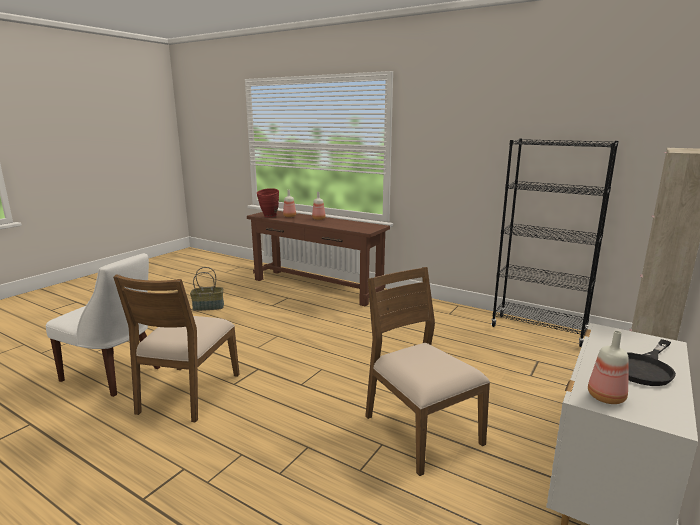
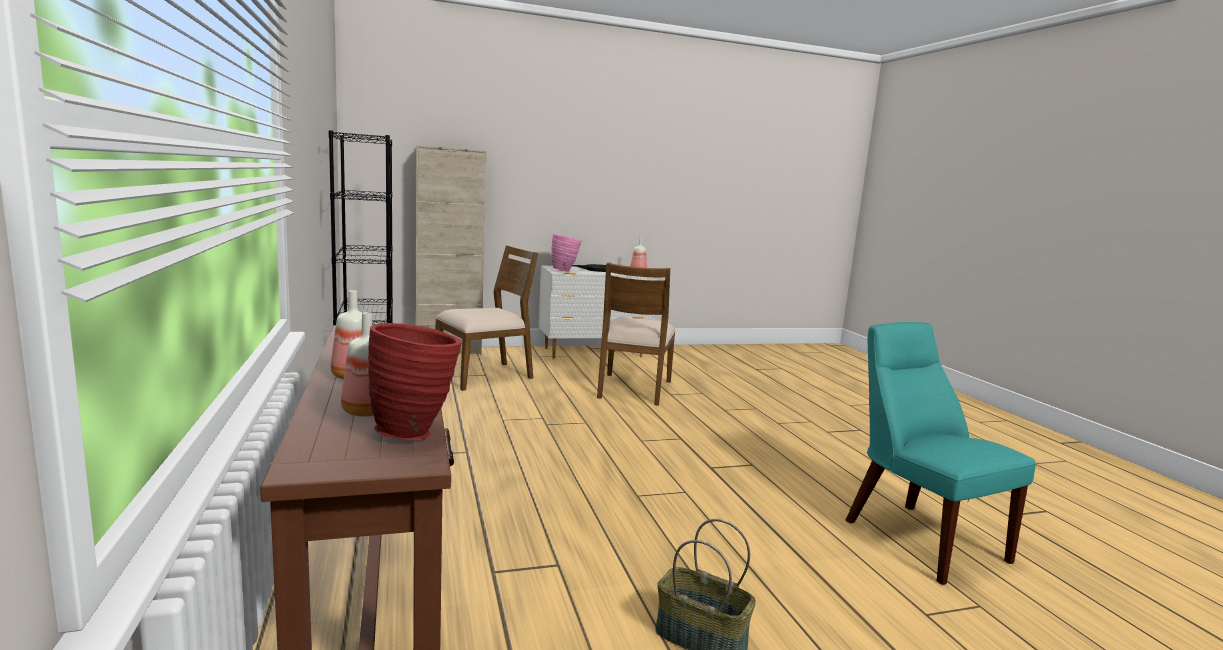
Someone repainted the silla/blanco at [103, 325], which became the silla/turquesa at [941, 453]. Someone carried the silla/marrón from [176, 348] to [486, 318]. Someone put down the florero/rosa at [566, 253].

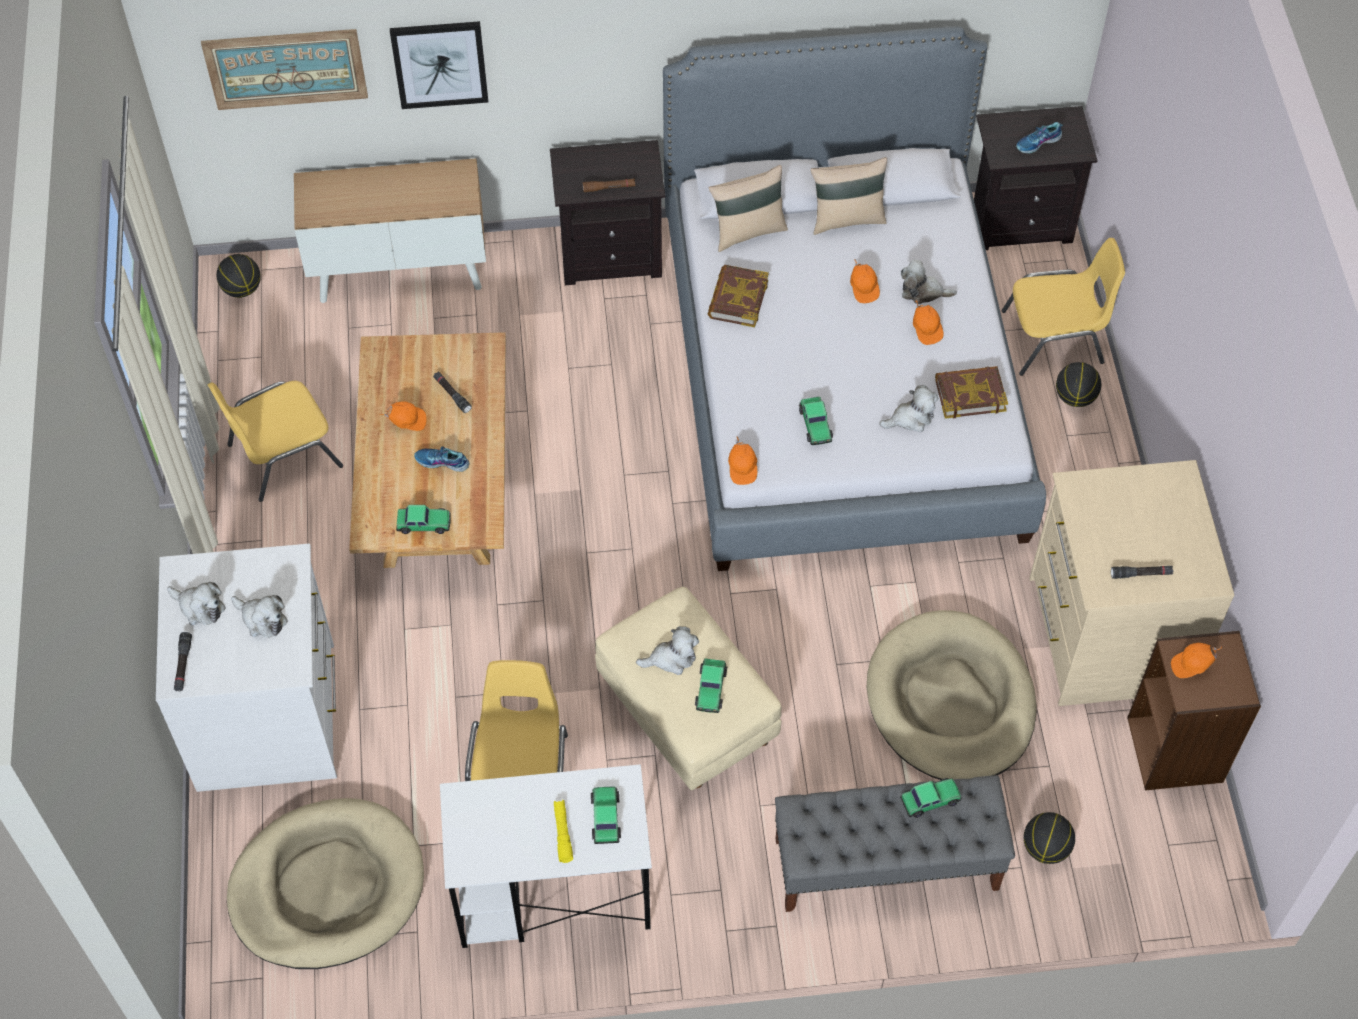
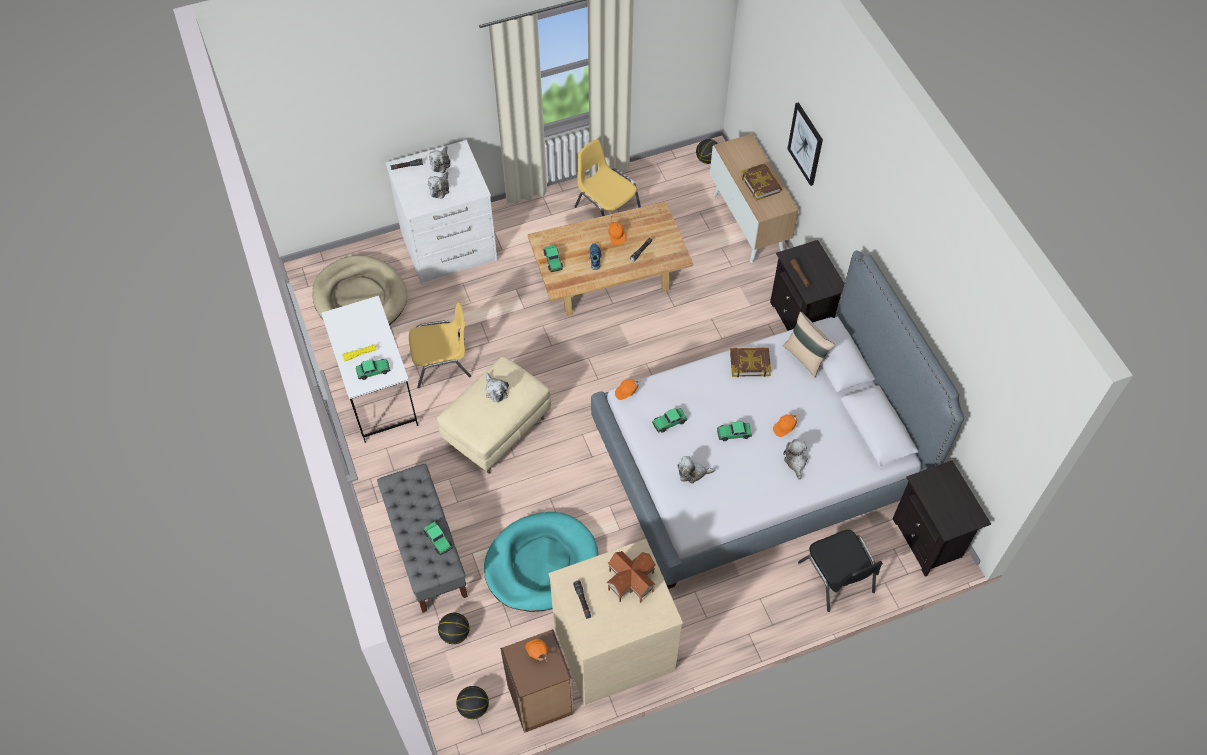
Someone took away the cuadro at [284, 69]. Someone carried the coche de juguete from [711, 686] to [734, 431]. Someone took away the cojín/beis at [848, 196]. Someone repainted the cama para perro/beis at [952, 695], which became the cama para perro/turquesa at [541, 562]. Someone rotated the peluche at [908, 408] by 120 degrees clockwise. Someone took away the gorra/naranja at [928, 323]. Someone carried the libro from [971, 392] to [761, 182]. Someone repainted the silla/amarillo at [1063, 307], which became the silla/negro at [840, 571]. Someone took away the zapato at [1039, 138]. Someone carried the balón de baloncesto from [1078, 384] to [472, 702]. Someone put down the casita at [631, 577].

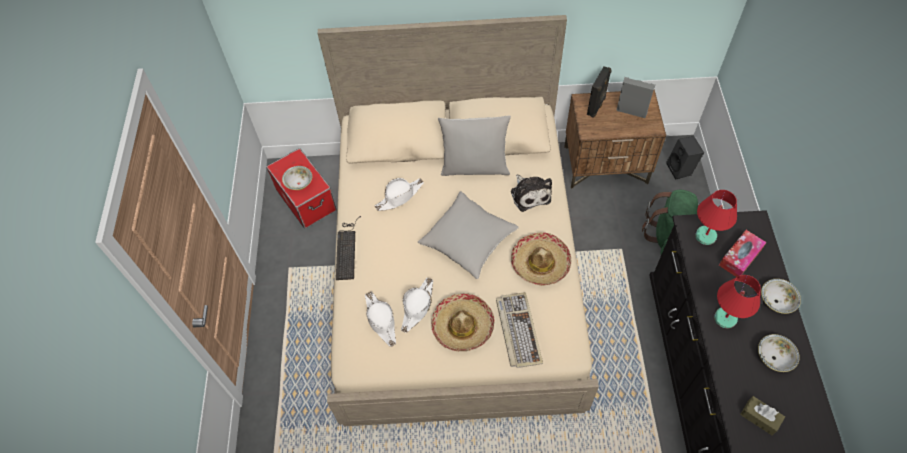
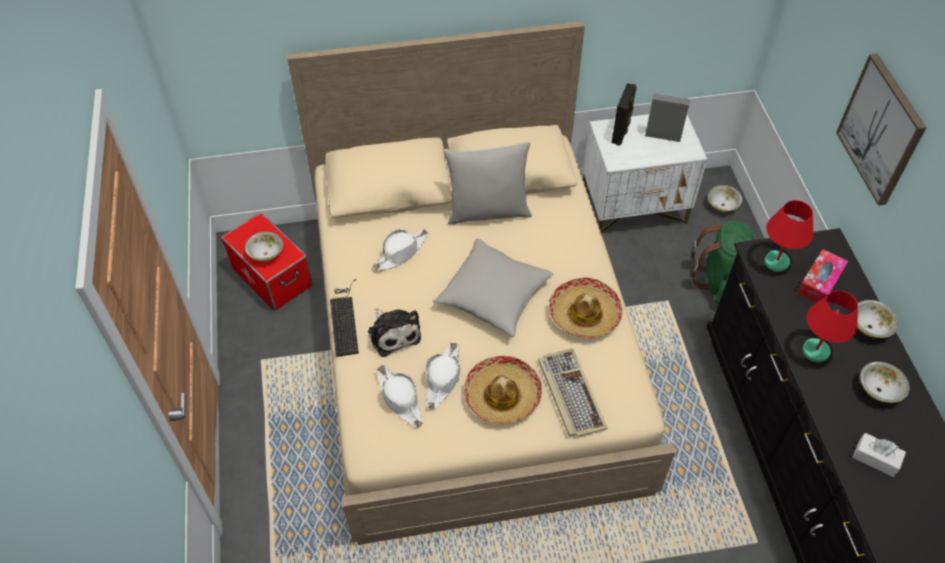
Someone carried the peluche from [531, 193] to [394, 333]. Someone repainted the mesita de noche/marrón at [615, 139], which became the mesita de noche/blanco at [645, 173]. Someone swapped the altavoz/negro at [685, 158] for the cuenco at [725, 198]. Someone repainted the caja de pañuelos/marrón at [762, 415], which became the caja de pañuelos/blanco at [879, 455]. Someone put up the cuadro at [881, 129].

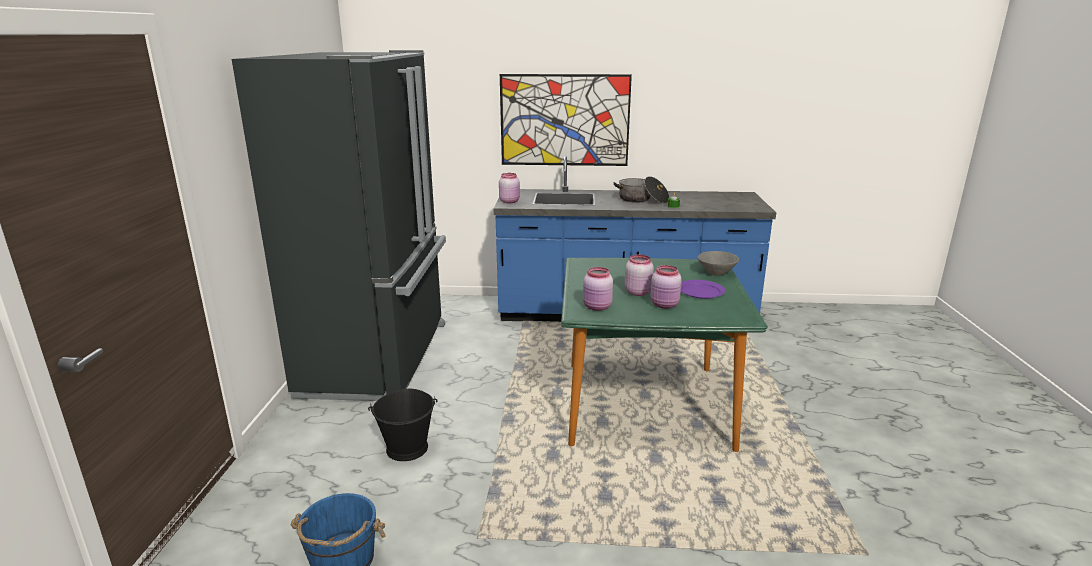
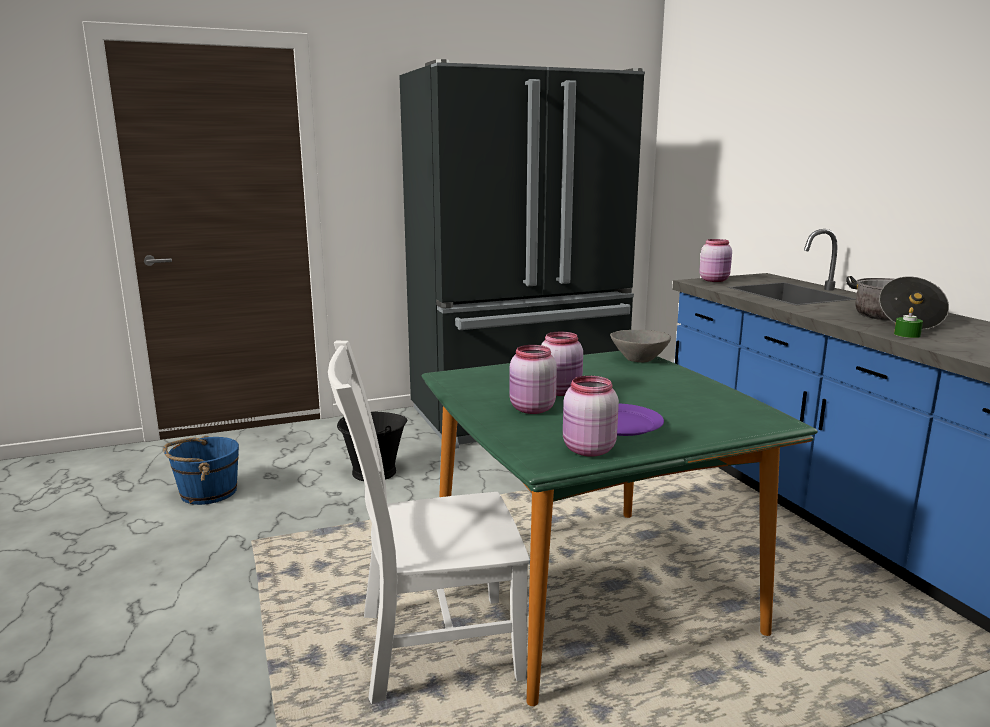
Someone took away the cuadro at [566, 120]. Someone carried the tarro/rosa from [598, 289] to [591, 416]. Someone carried the cuenco/gris from [718, 263] to [640, 346]. Someone put down the silla/blanco at [429, 522].

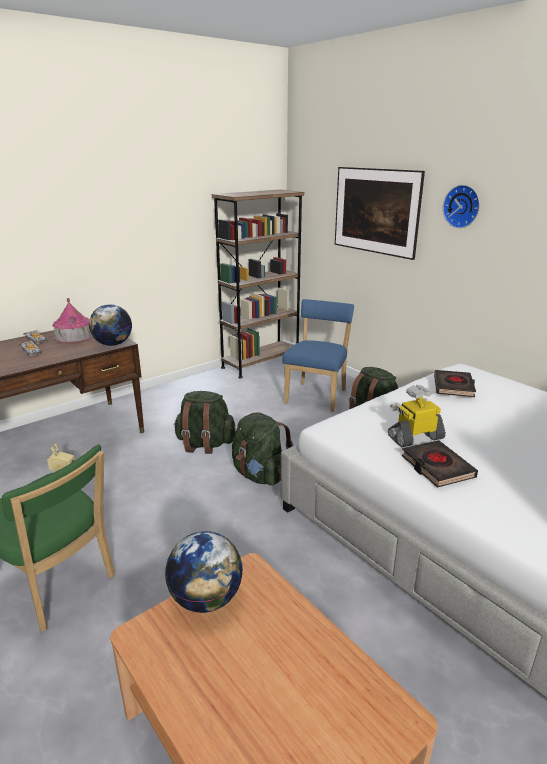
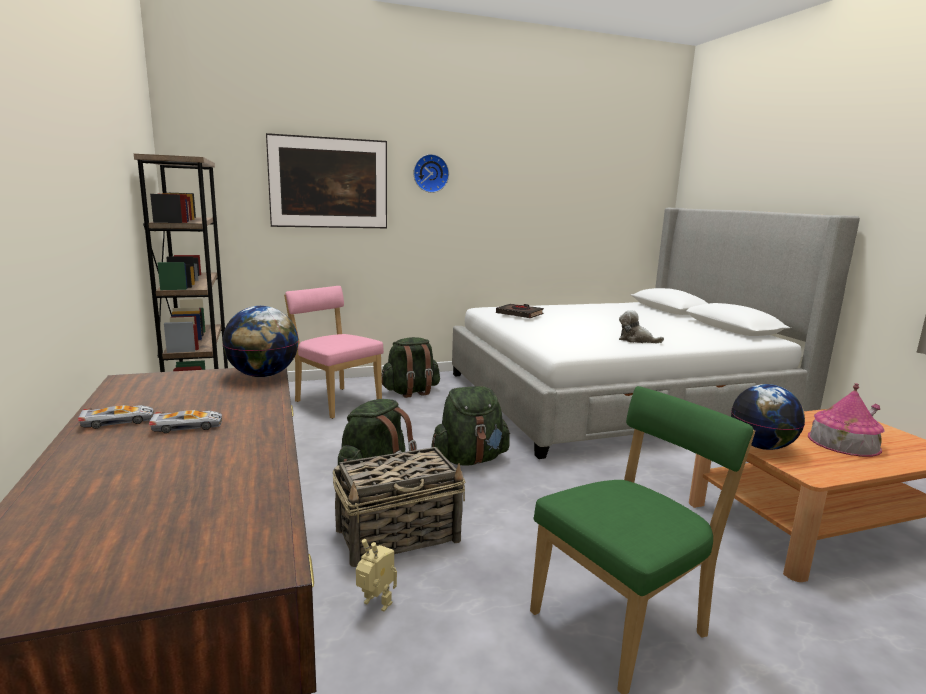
Someone carried the casita from [72, 320] to [846, 420]. Someone repainted the silla/azul at [318, 355], which became the silla/rosa at [334, 352]. Someone took away the robot de juguete at [417, 416]. Someone swapped the libro/negro at [440, 464] for the peluche at [641, 326]. Someone put down the cesta at [399, 507].

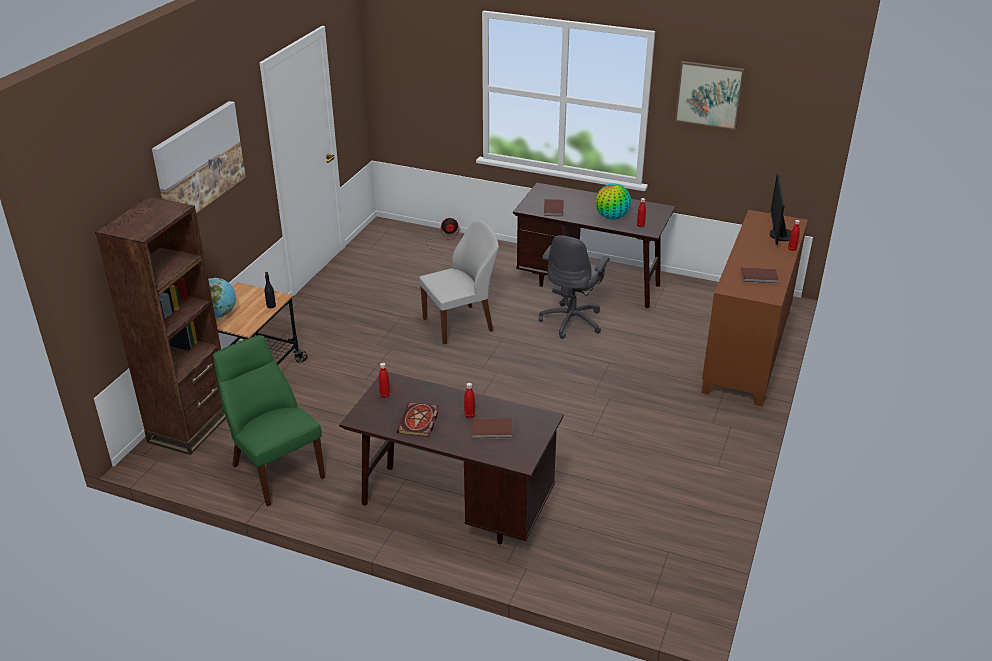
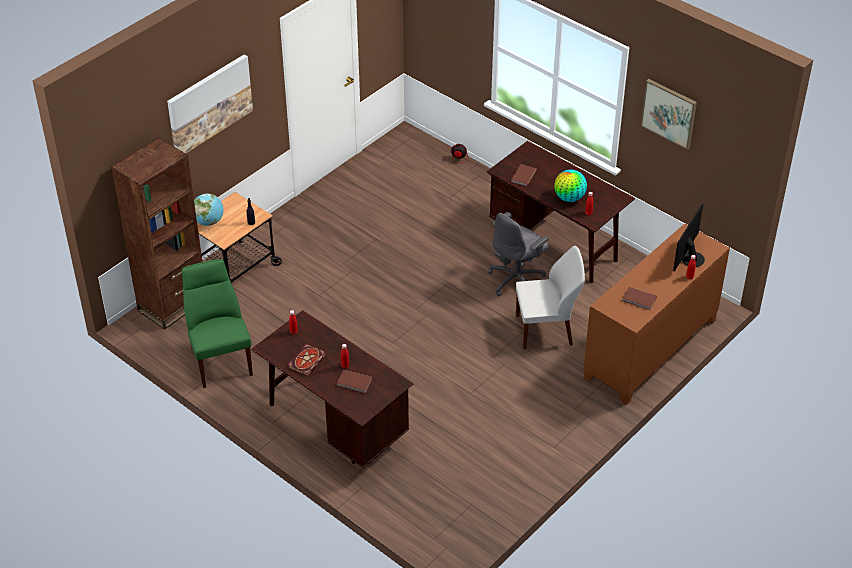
Someone carried the silla/blanco from [459, 282] to [550, 297].

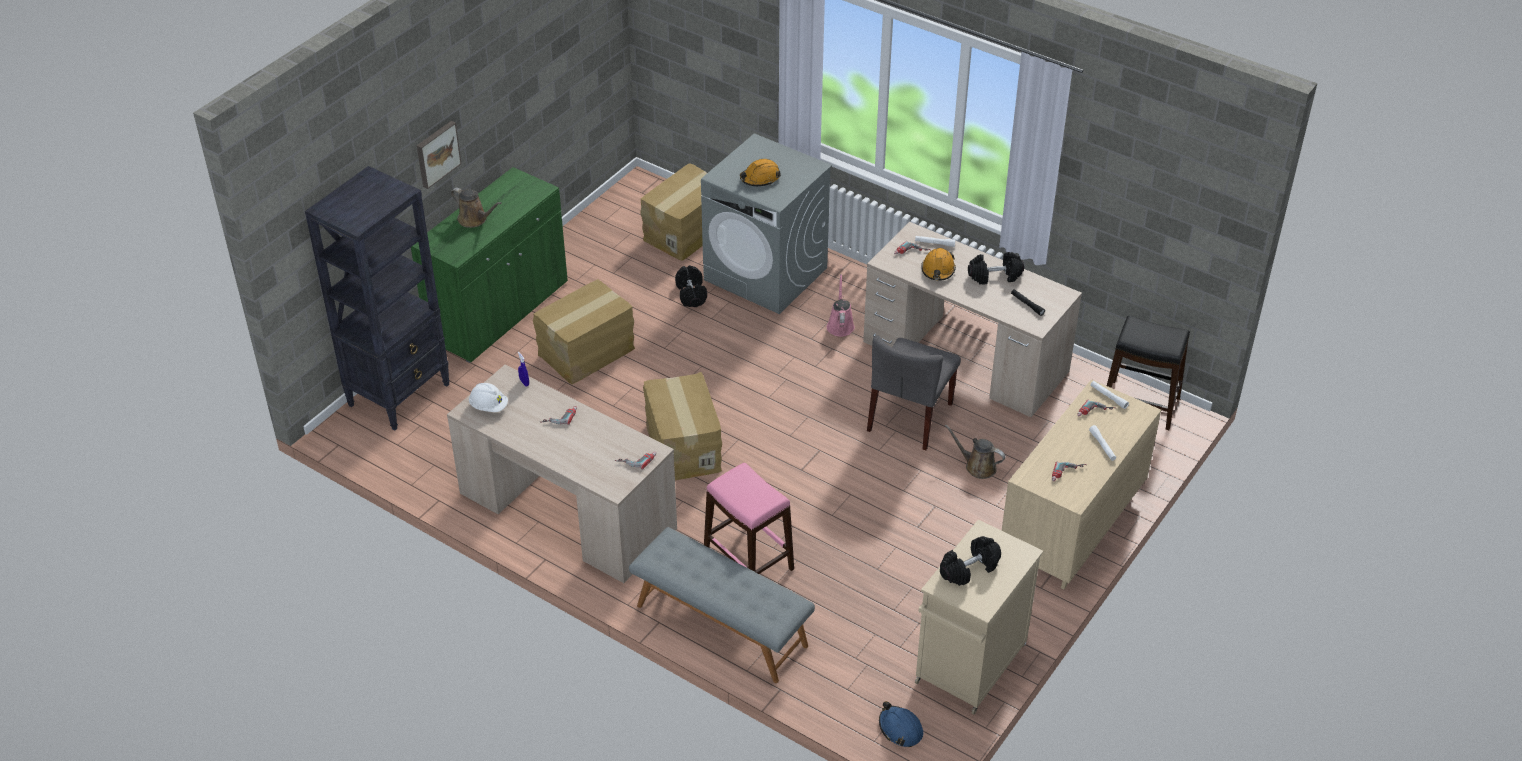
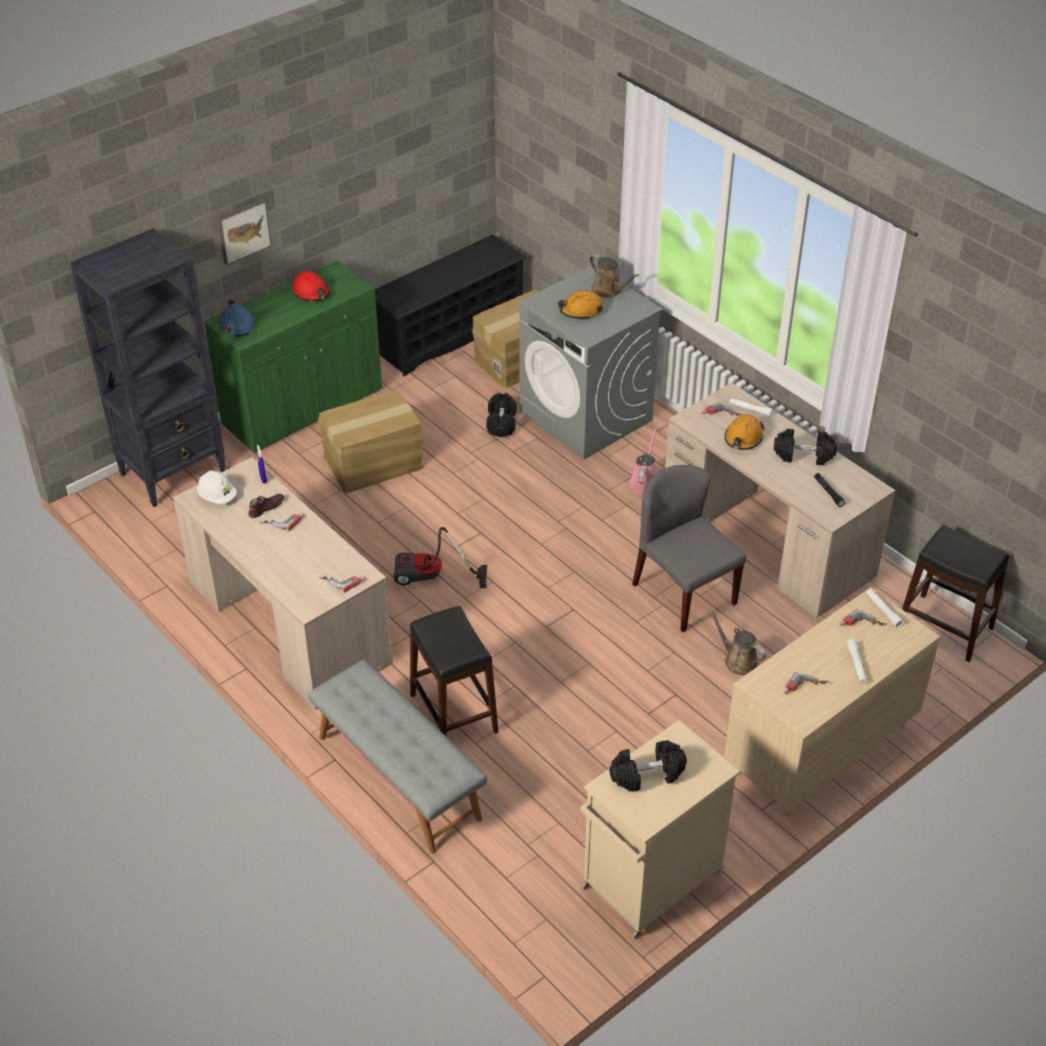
Someone carried the regadera/marrón from [476, 208] to [614, 276]. Someone swapped the caja de cartón at [682, 426] for the aspiradora at [440, 557]. Someone repainted the taburete/rosa at [749, 518], which became the taburete/negro at [454, 671]. Someone rotated the silla/gris at [914, 392] by 105 degrees clockwise. Someone carried the casco/azul from [901, 724] to [237, 318]. Someone put down the zapato/marrón at [266, 505]. Someone put down the casco/rojo at [311, 286]. Someone put down the zapatero/negro at [451, 305].

